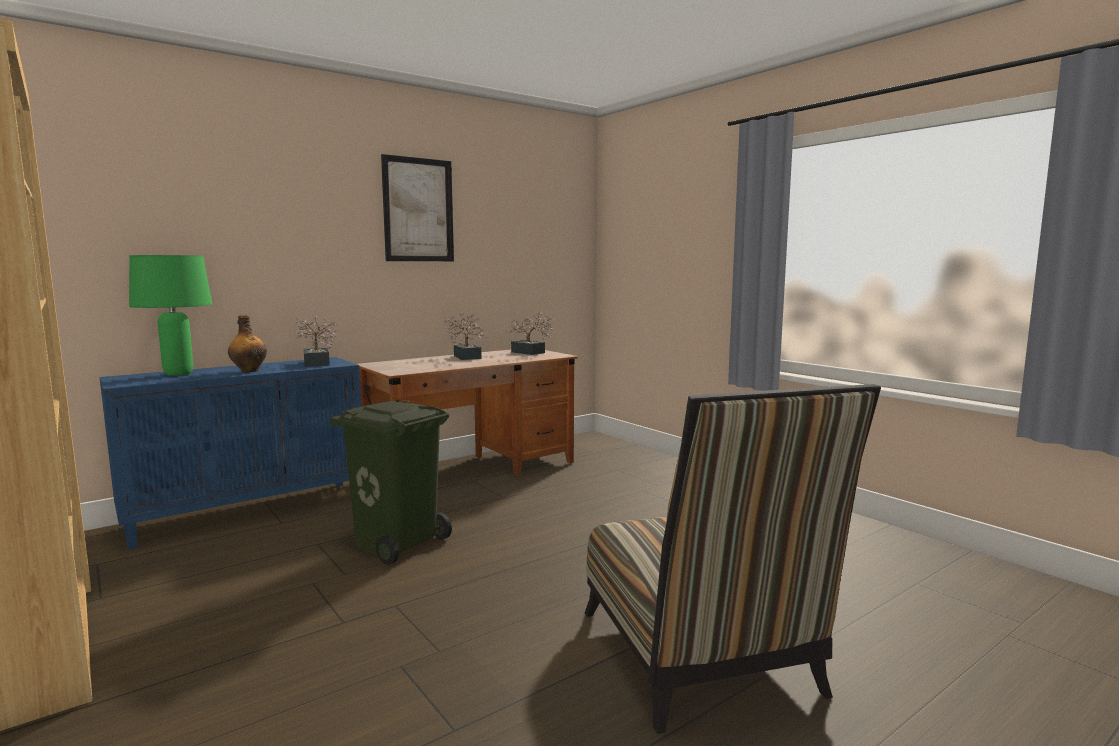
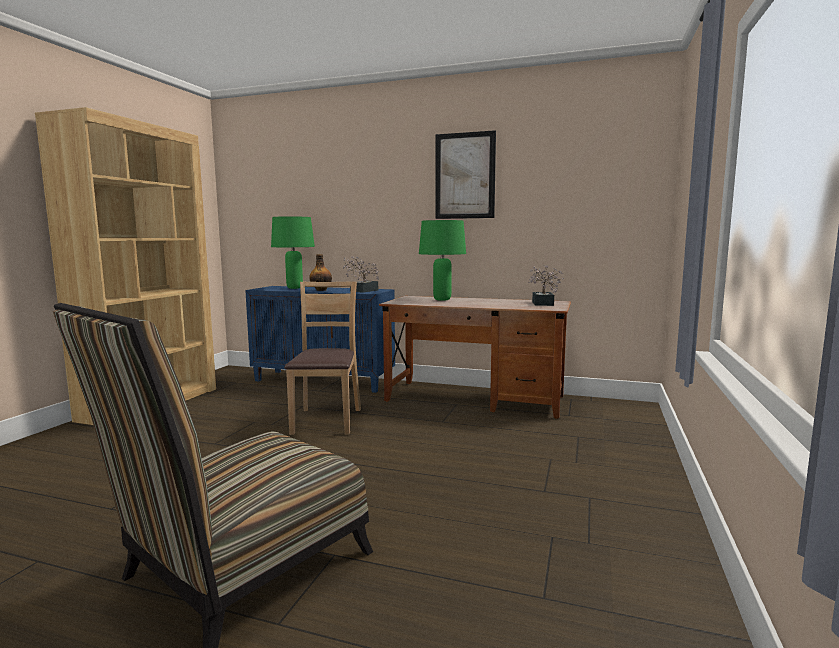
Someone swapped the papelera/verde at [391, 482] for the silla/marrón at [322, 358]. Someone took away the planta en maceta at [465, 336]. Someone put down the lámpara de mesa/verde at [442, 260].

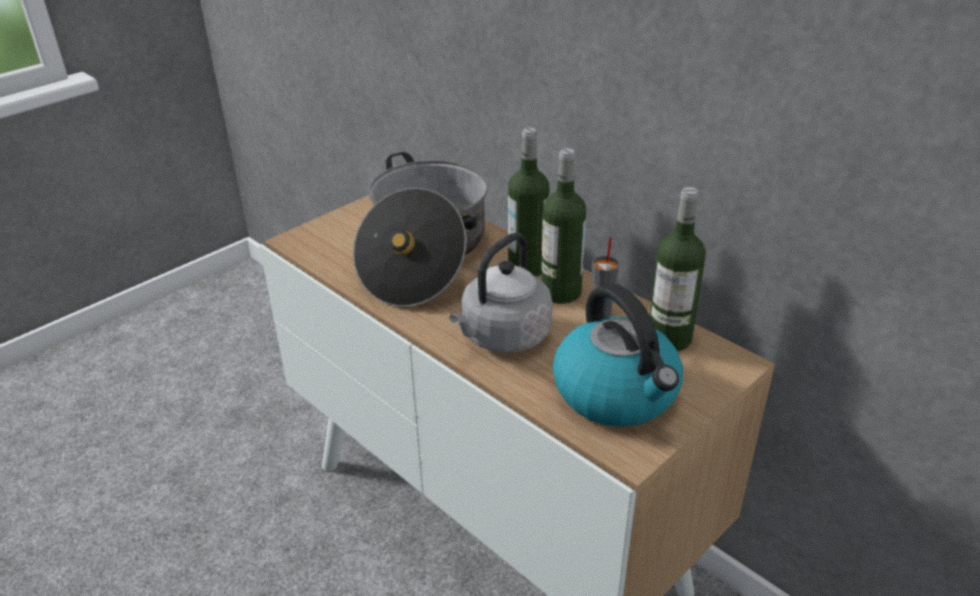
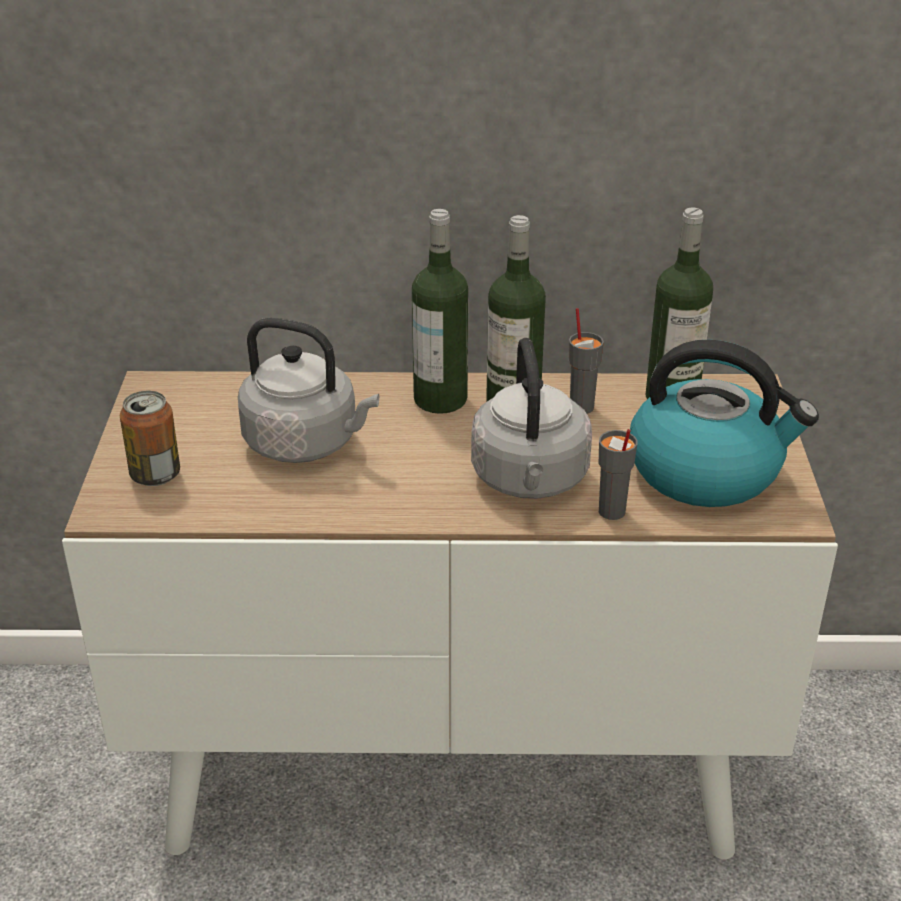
Someone swapped the olla at [420, 229] for the hervidor/gris at [308, 390]. Someone put down the lata at [150, 438]. Someone put down the taza/gris at [618, 474].

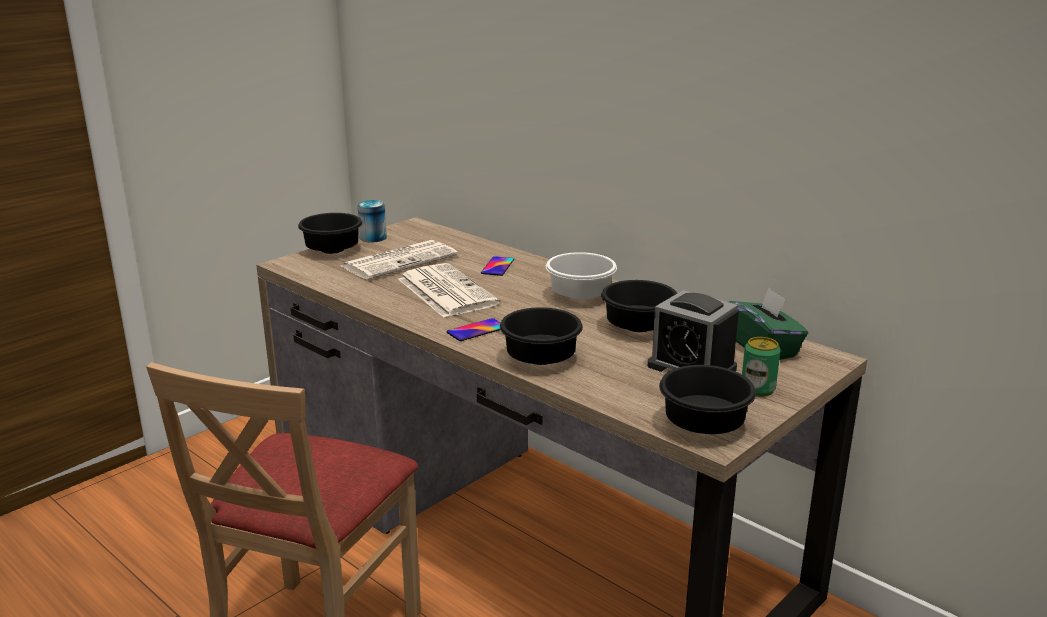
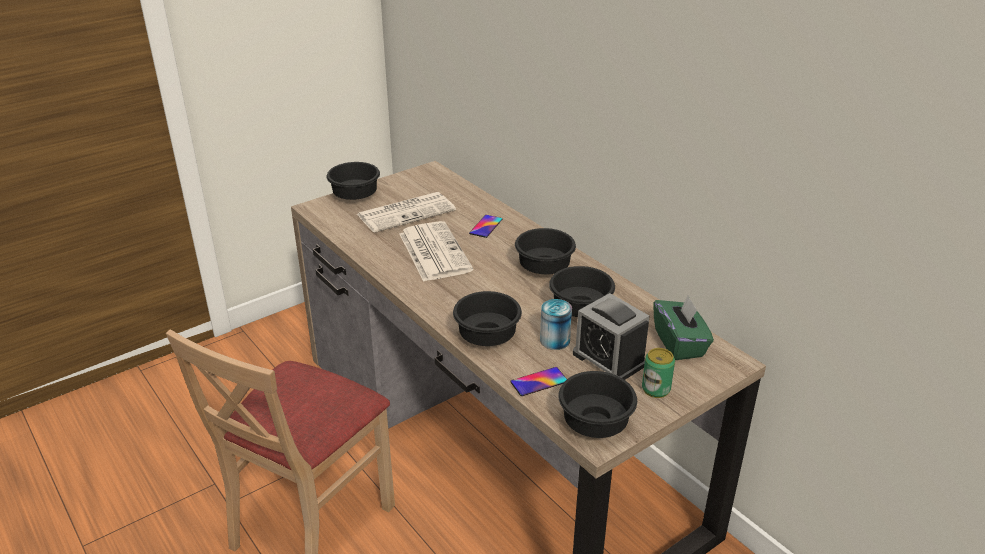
Someone carried the lata from [372, 221] to [556, 324]. Someone carried the móvil from [474, 329] to [538, 381]. Someone repainted the cuenco/blanco at [581, 276], which became the cuenco/negro at [545, 251].

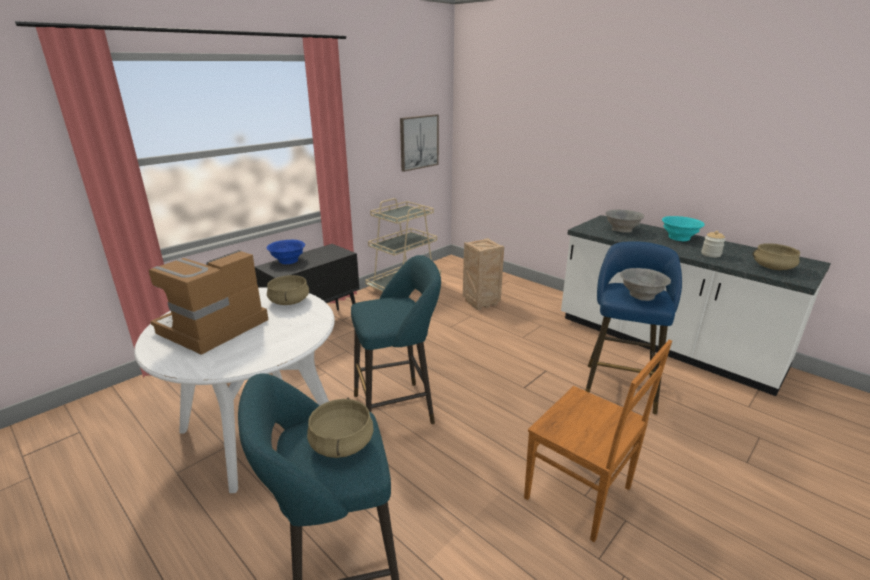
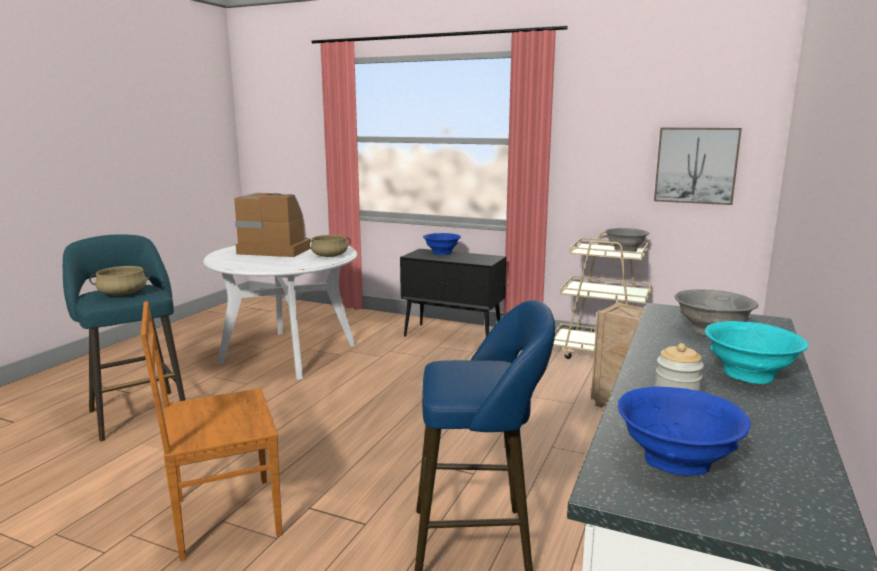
Someone took away the taburete/turquesa at [396, 339]. Someone rotated the silla/marrón at [598, 441] by 45 degrees clockwise. Someone carried the cuenco/gris from [645, 284] to [627, 240]. Someone swapped the olla/beis at [776, 256] for the cuenco/azul at [684, 431].

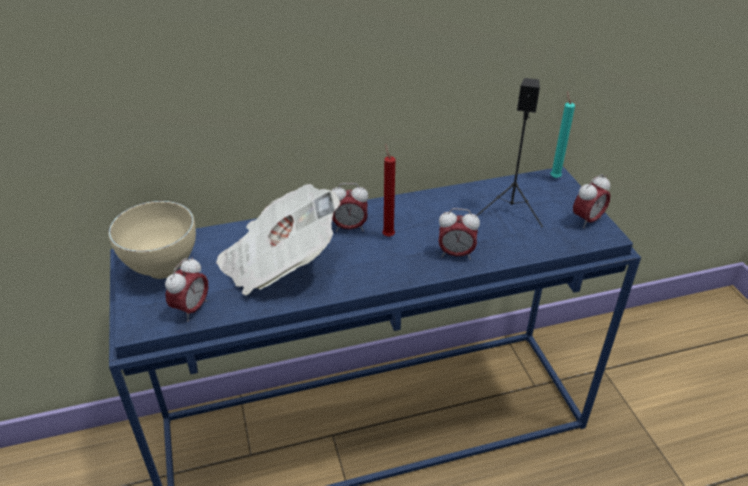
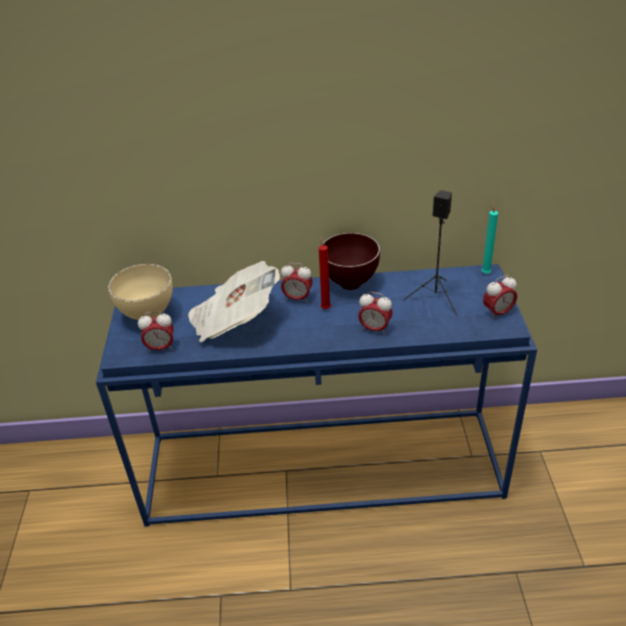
Someone rotated the despertador at [186, 289] by 45 degrees clockwise. Someone put down the cuenco/marrón at [351, 261].

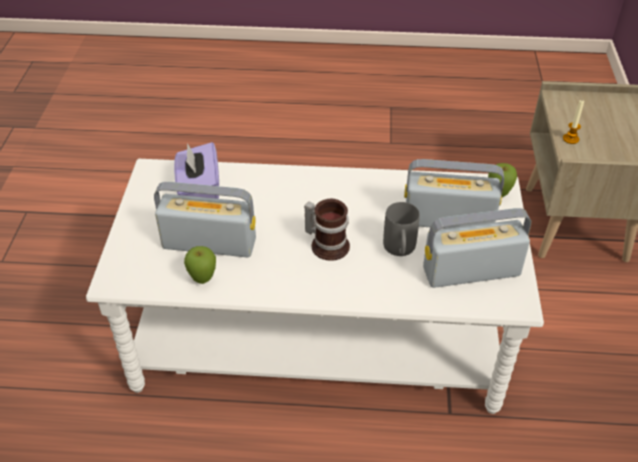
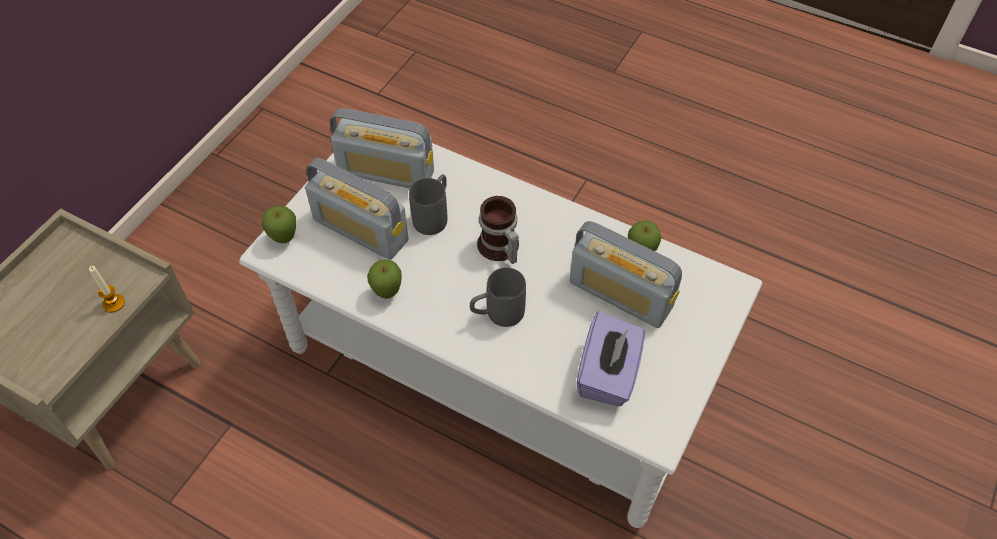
Someone put down the manzana at [384, 279]. Someone put down the taza grande/gris at [498, 297].

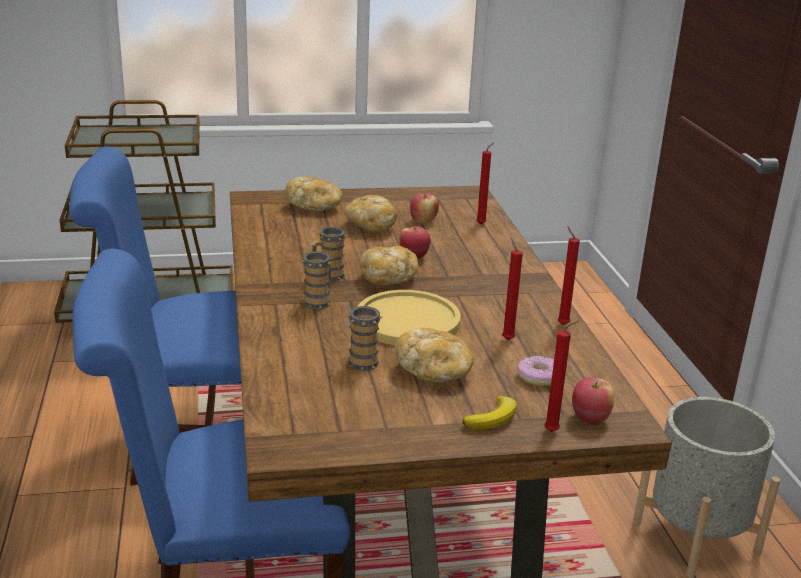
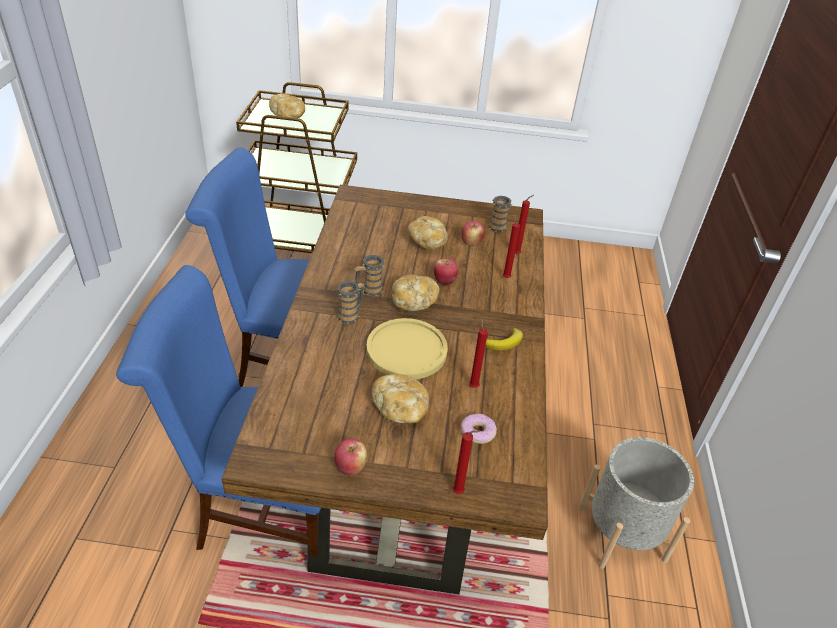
Someone carried the pan from [313, 194] to [287, 106]. Someone carried the taza grande from [364, 338] to [500, 214]. Someone carried the plátano from [490, 413] to [504, 339]. Someone carried the vela/rojo from [569, 275] to [511, 246]. Someone carried the manzana from [593, 401] to [350, 457].

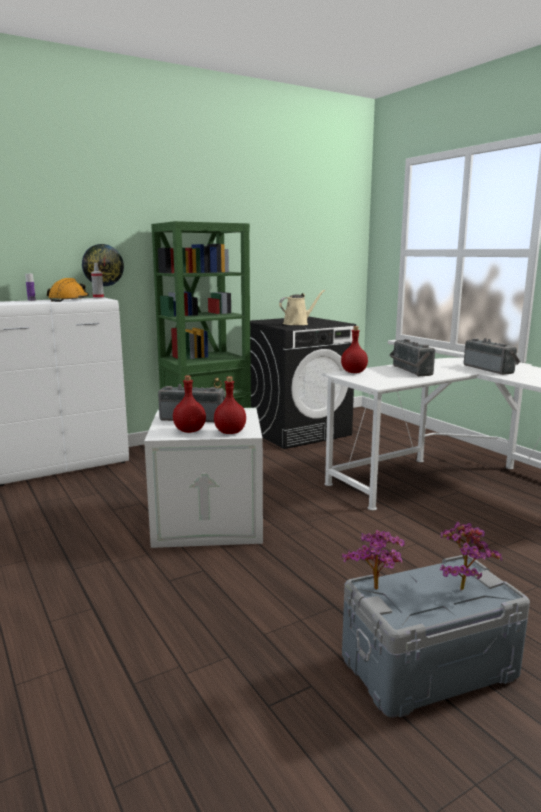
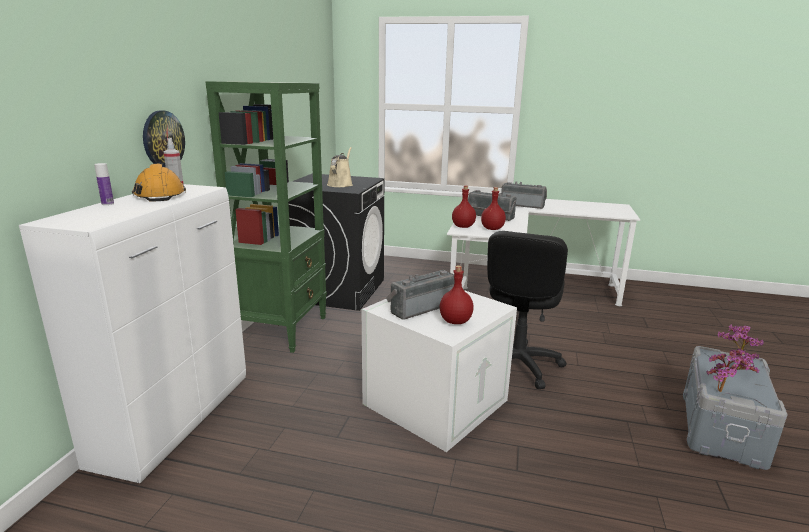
Someone carried the botella/rojo from [230, 405] to [493, 208]. Someone put down the silla de oficina/negro at [527, 310].

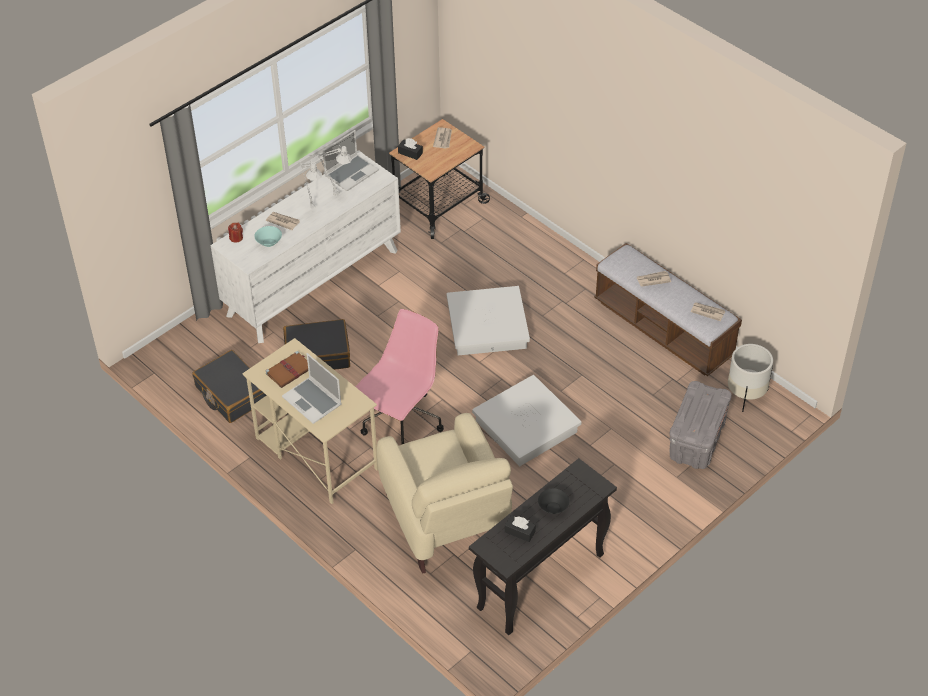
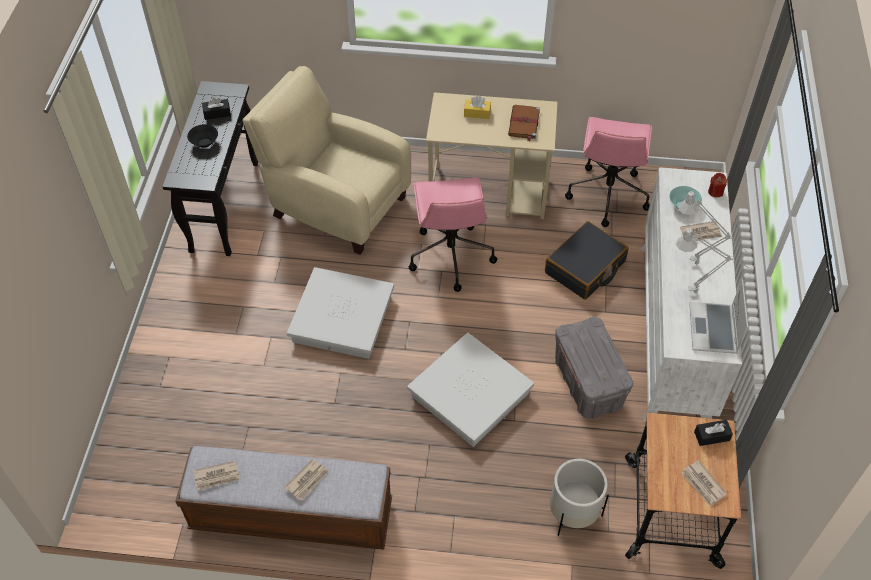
Someone swapped the maleta/negro at [229, 386] for the silla de oficina/rosa at [608, 172]. Someone swapped the portátil at [312, 388] for the caja de pañuelos/amarillo at [477, 107]. Someone carried the caja de almacenaje/gris from [700, 425] to [594, 368]. Someone carried the maceta/blanco from [750, 378] to [579, 497].

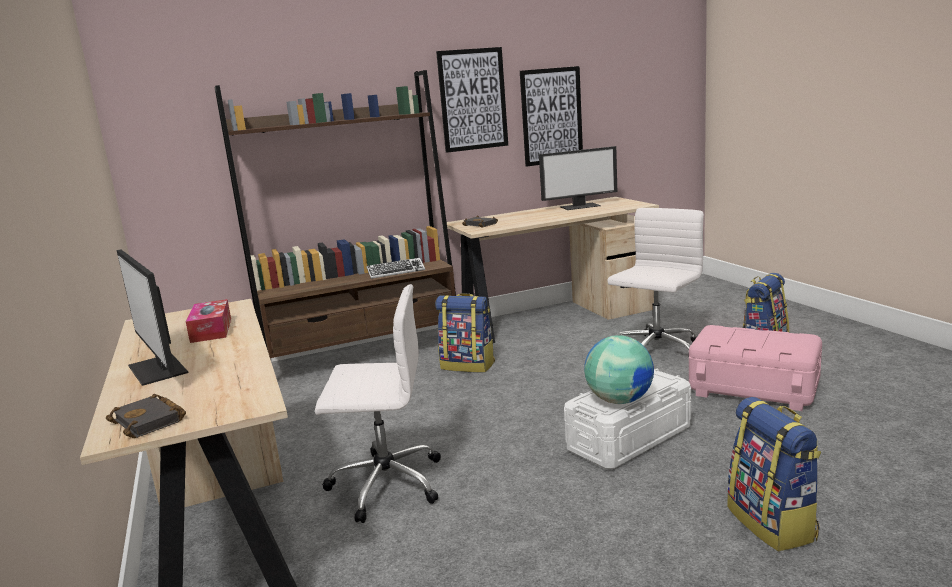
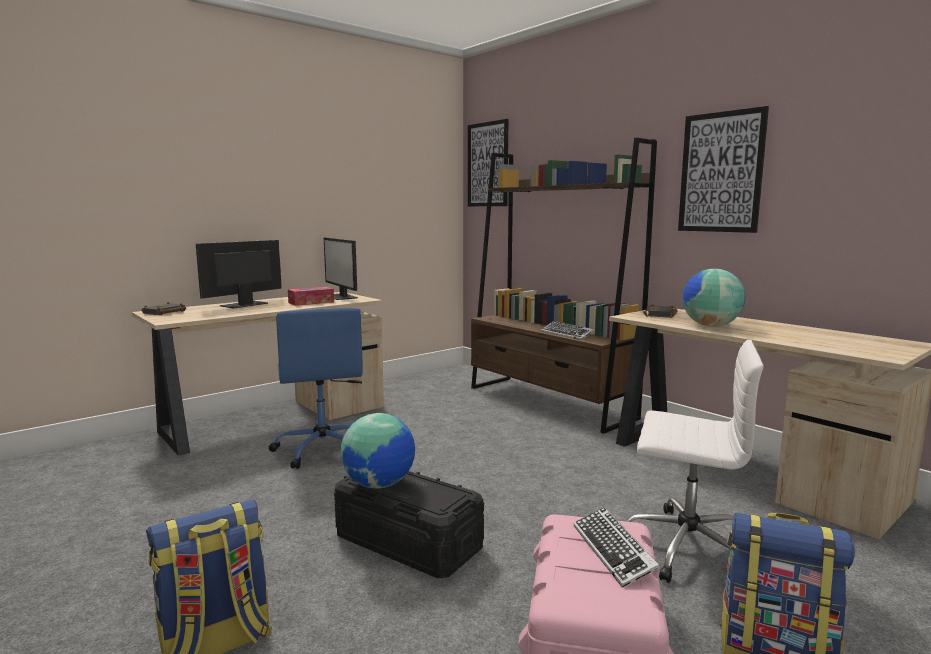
Someone repainted the silla de oficina/blanco at [378, 403], which became the silla de oficina/azul at [316, 388]. Someone took away the mochila at [465, 333]. Someone carried the cuadro from [551, 116] to [488, 162]. Someone carried the monitor from [578, 178] to [341, 268]. Someone repainted the caja de almacenaje/blanco at [627, 419], which became the caja de almacenaje/negro at [409, 524]. Someone put down the teclado at [617, 547]. Someone put down the globo terráqueo at [714, 298].

